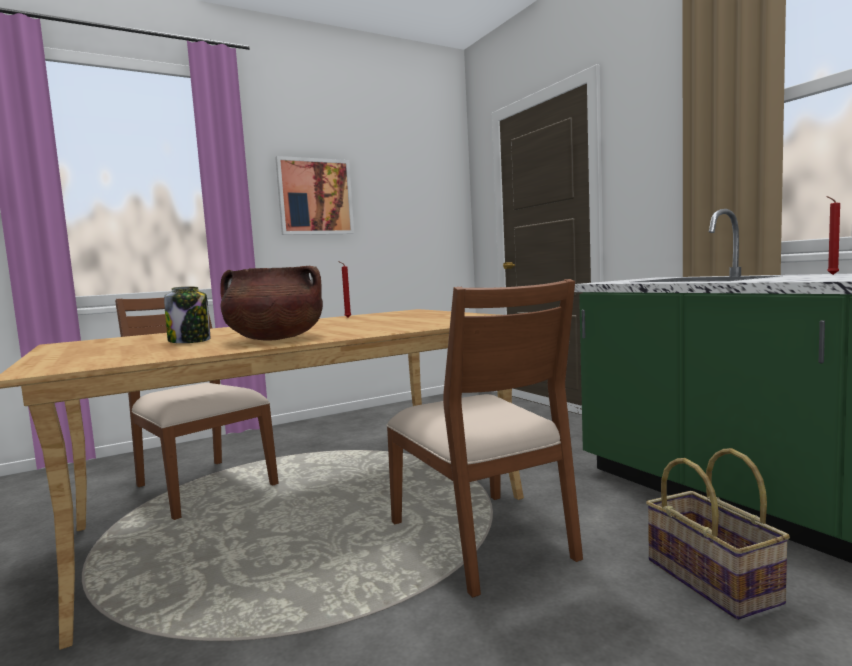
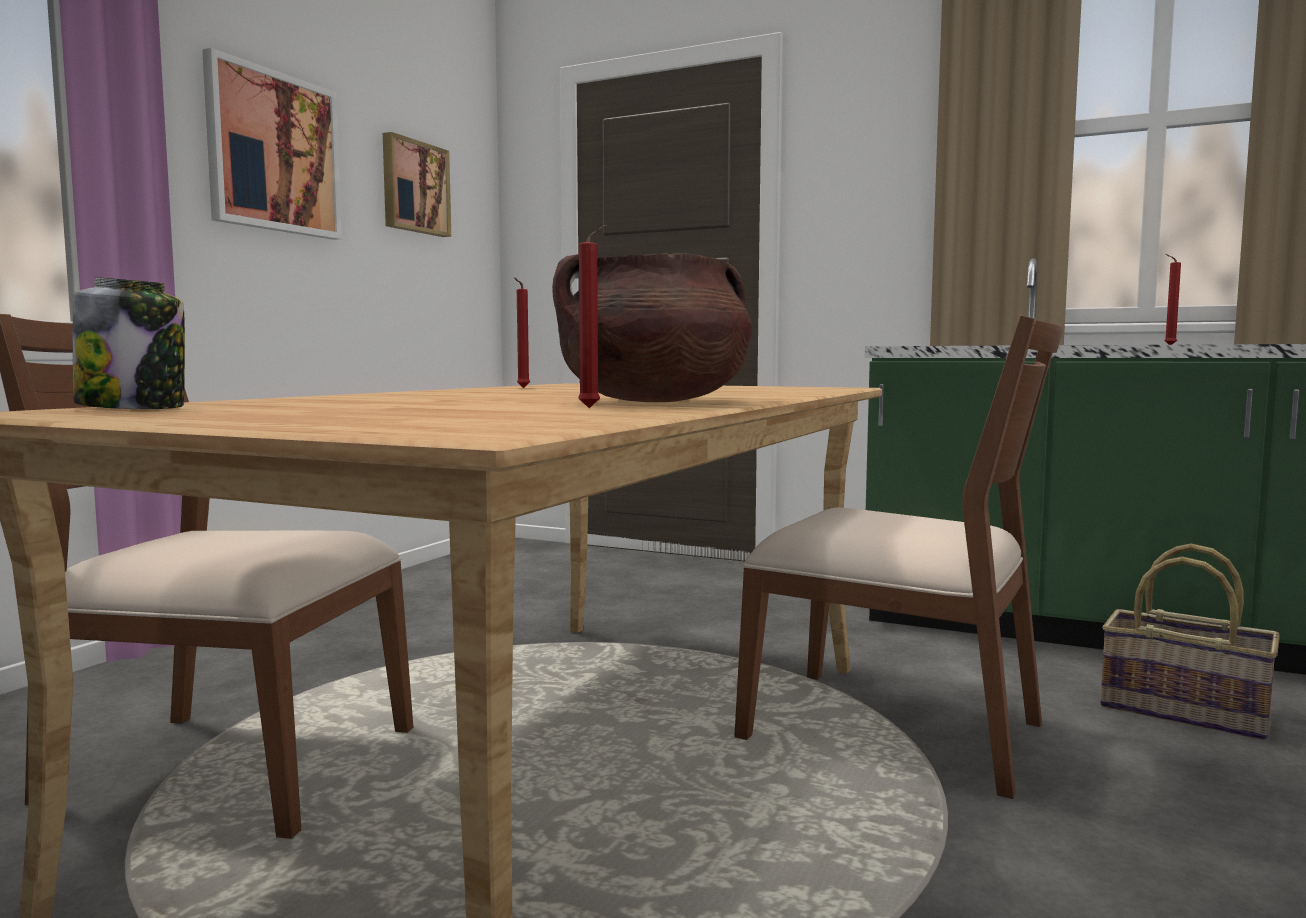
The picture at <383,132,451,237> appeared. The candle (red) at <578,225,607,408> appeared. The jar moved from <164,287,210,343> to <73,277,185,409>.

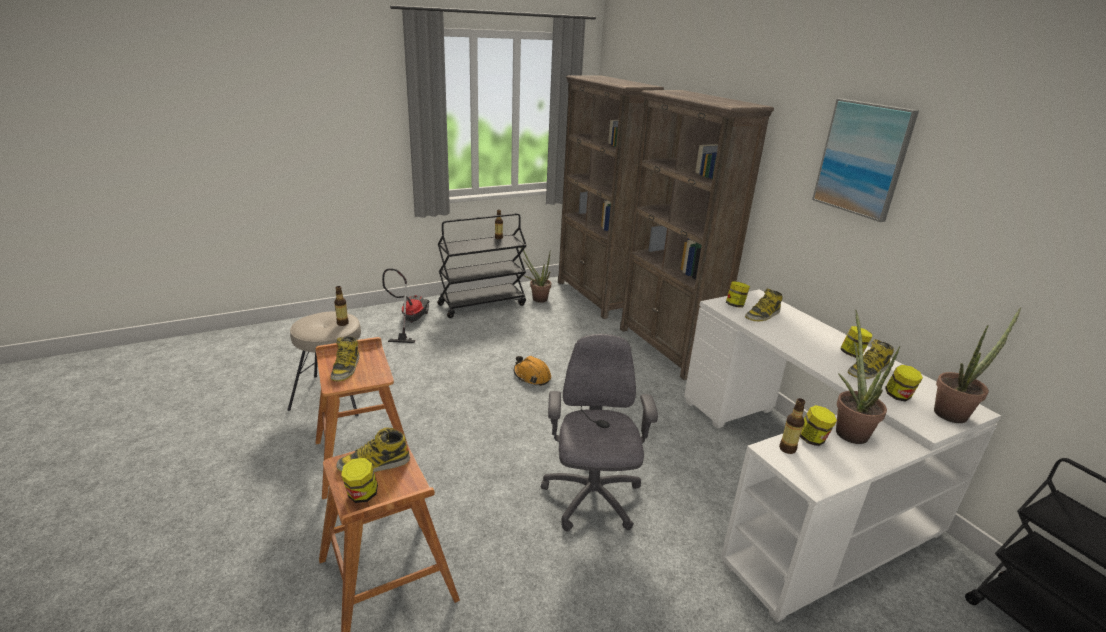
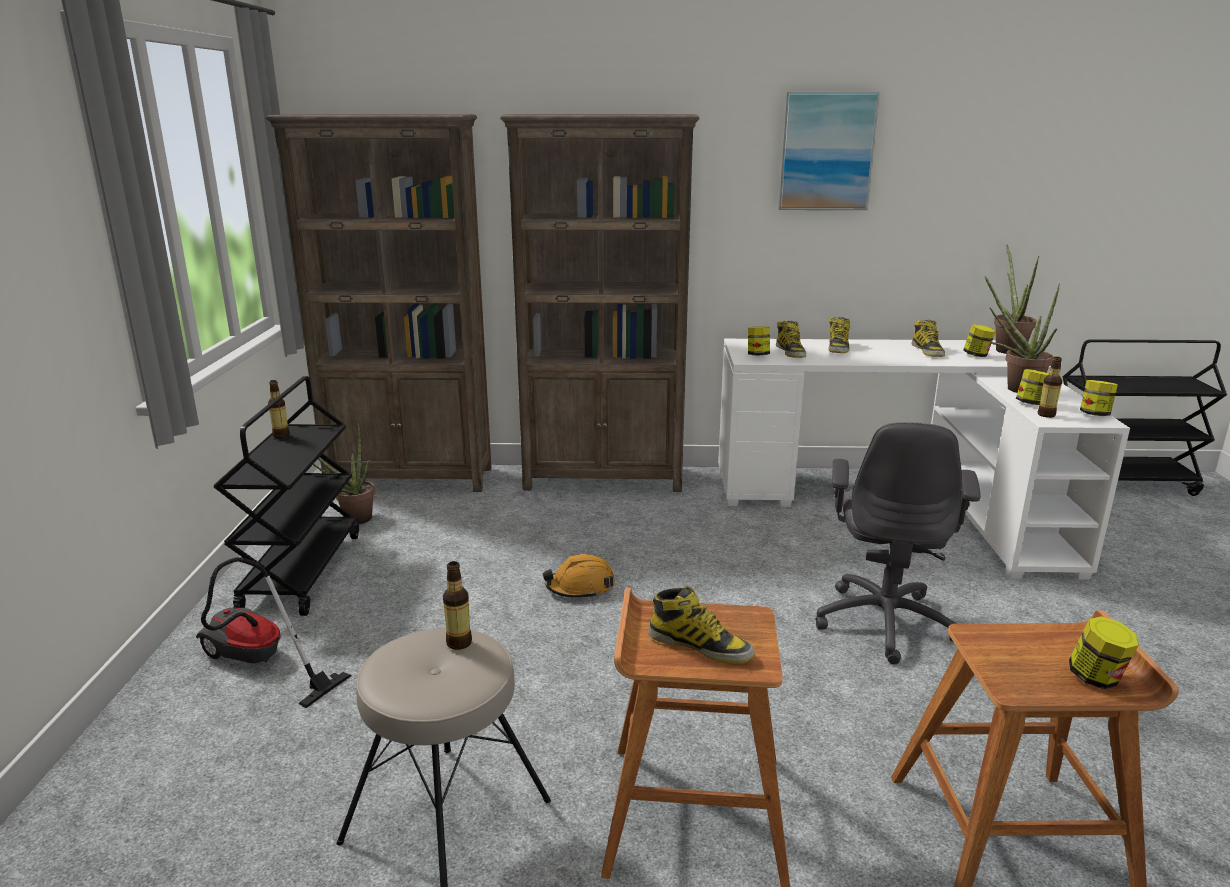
The boot moved from <336,428,410,472> to <828,317,850,353>. The jar moved from <840,326,872,358> to <1080,380,1118,416>. The office chair (grey) at <541,334,658,531> turned 105 degrees counterclockwise.

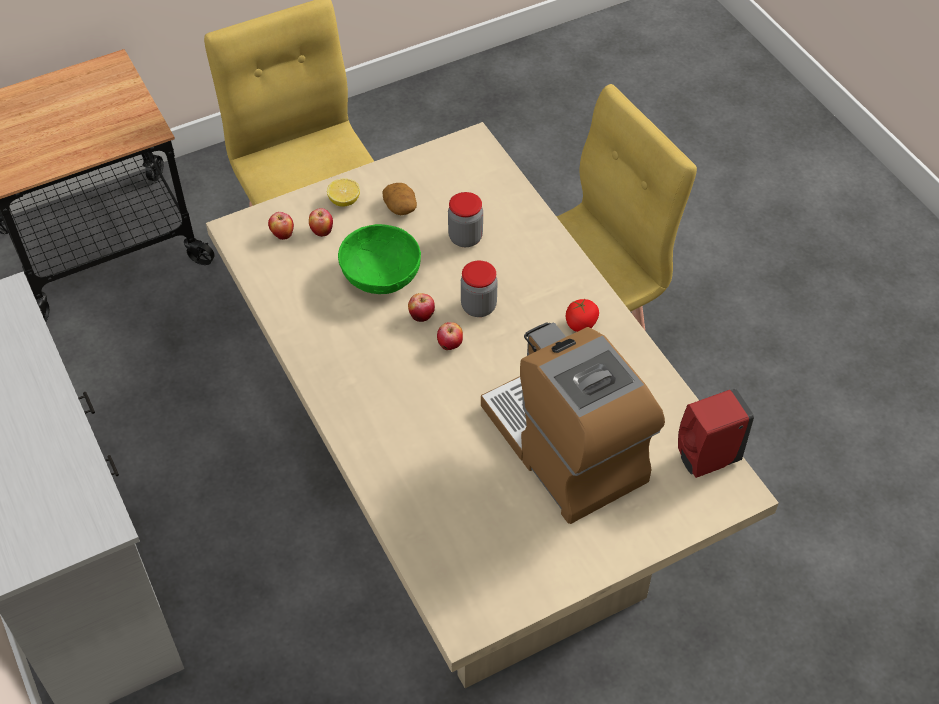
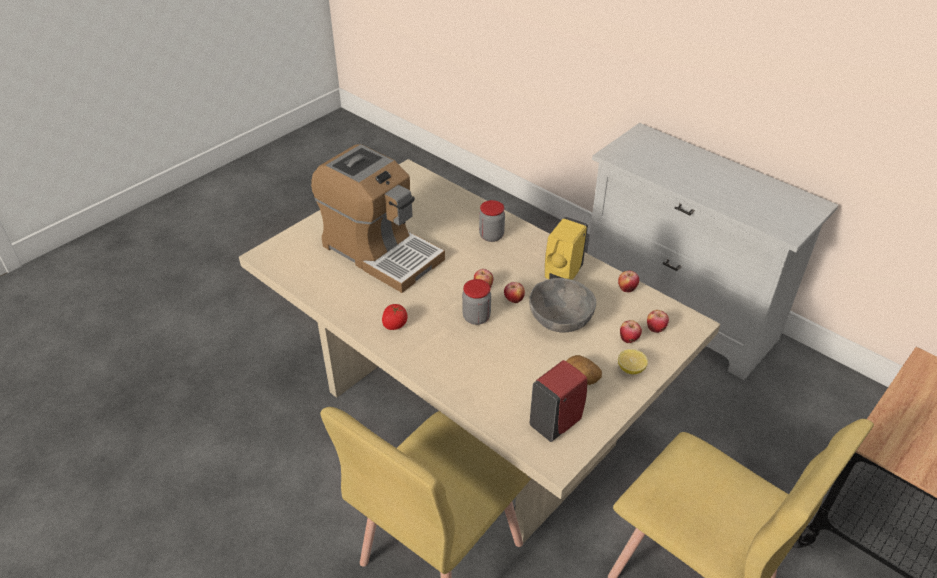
The soap dispenser (yellow) at <545,217,588,280> appeared. The apple at <618,271,639,292> appeared. The jar moved from <448,192,483,247> to <479,200,505,242>. The soap dispenser (red) moved from <678,389,754,478> to <530,360,587,442>. The bowl (green) at <338,224,421,294> became the bowl (grey) at <529,278,596,333>.

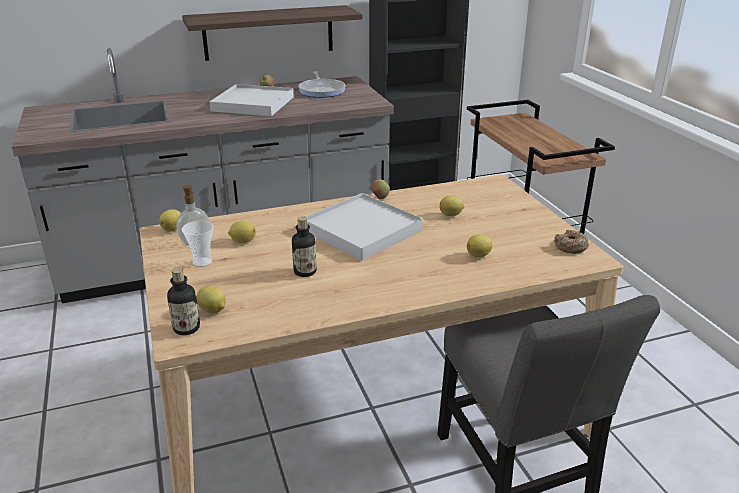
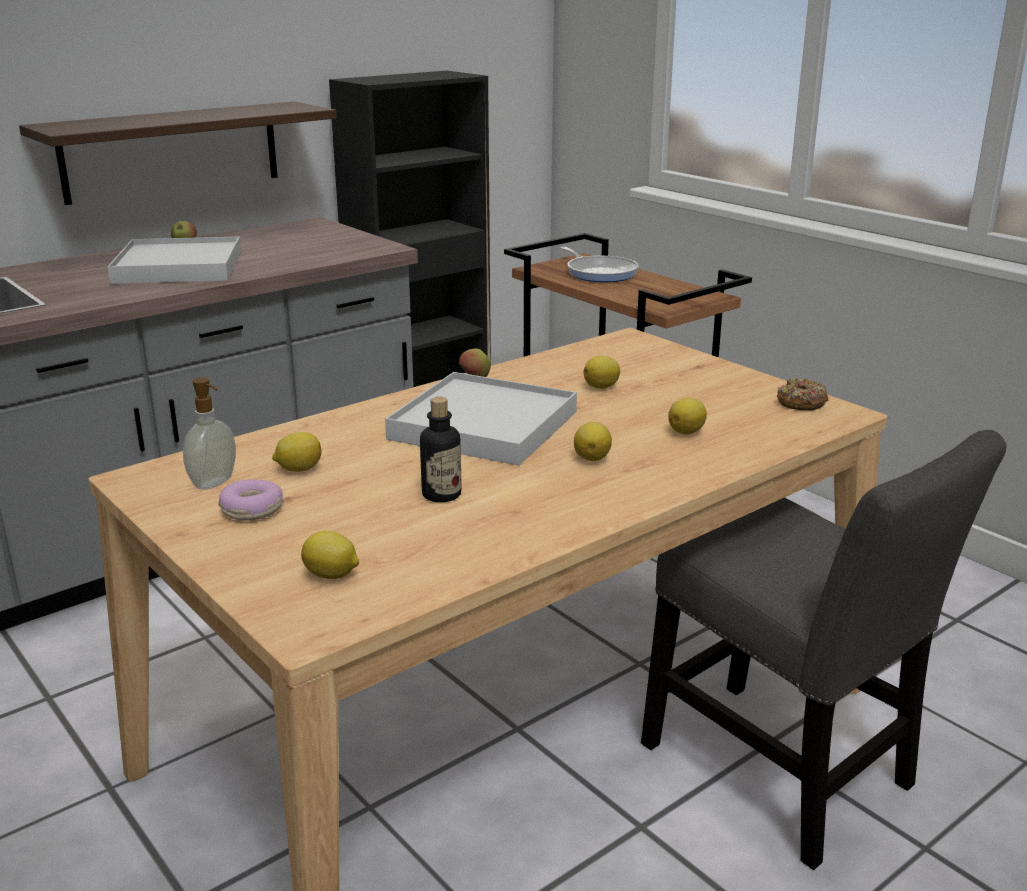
The bottle at <167,267,200,335> disappeared. The lemon moved from <159,209,181,232> to <574,422,612,461>. The frying pan moved from <298,71,346,98> to <561,247,639,282>. The cup at <182,221,214,267> was replaced by the donut at <219,479,283,520>.

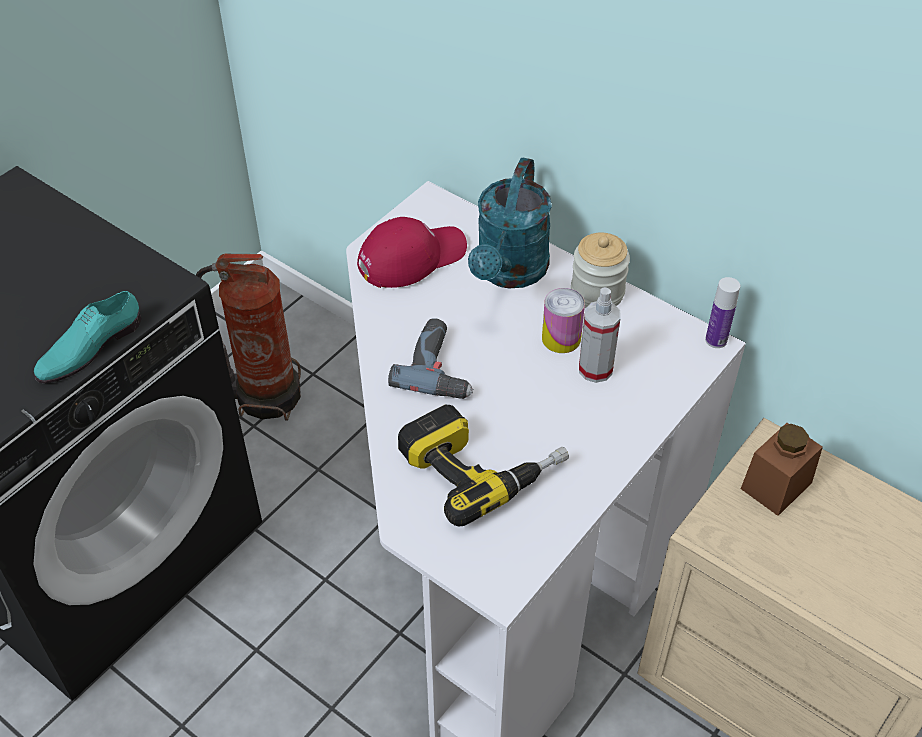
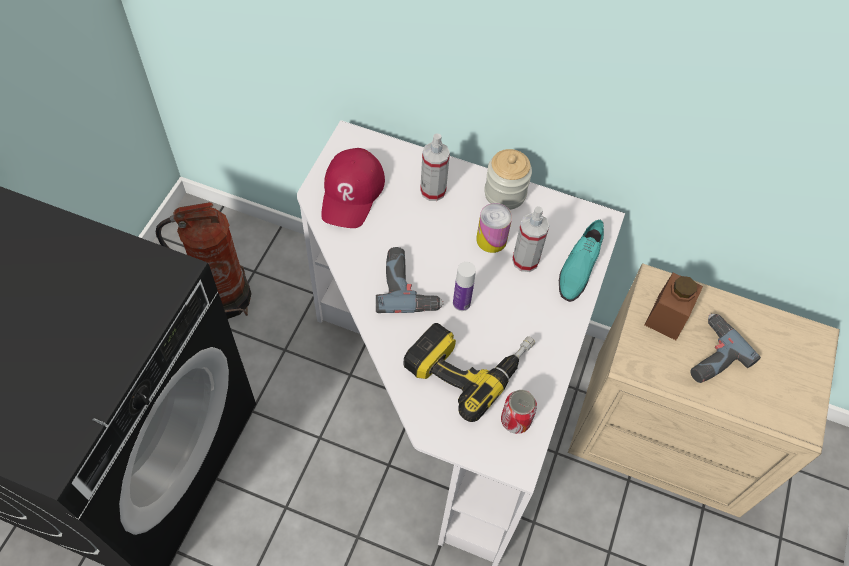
The can at <501,390,537,434> appeared. The power drill at <691,314,761,383> appeared. The shoe (turquoise) moved from <34,291,142,384> to <559,220,604,302>. The bottle moved from <705,277,740,348> to <453,262,476,311>. The watering can (turquoise) at <468,158,552,289> was replaced by the spray bottle at <420,134,450,201>. The cap (red) at <357,217,467,288> turned 150 degrees clockwise.

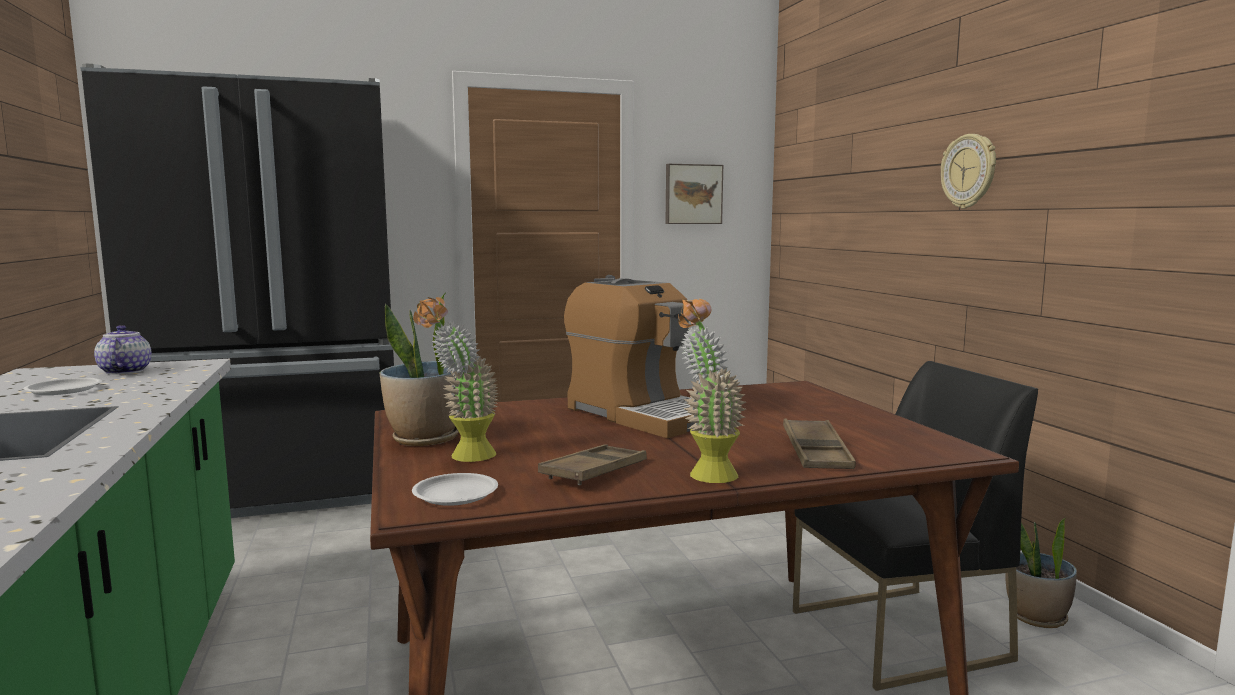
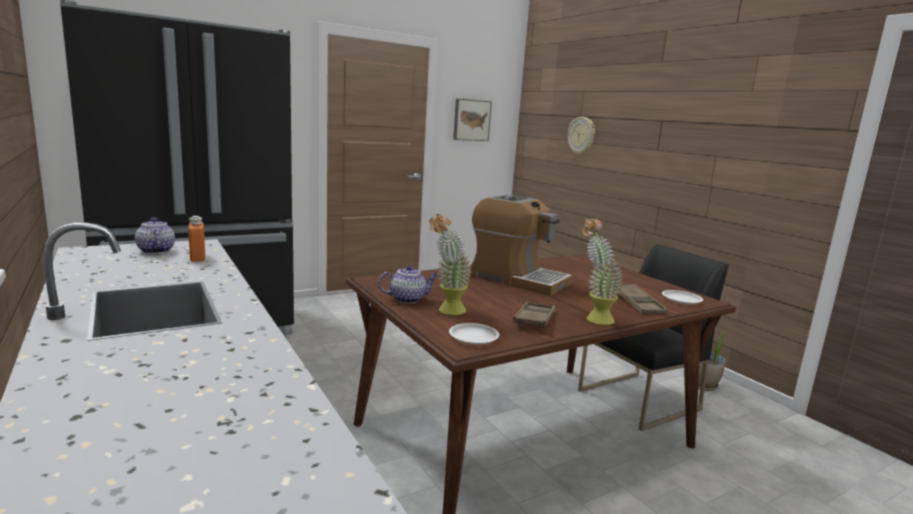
The bottle (orange) at <188,216,205,262> appeared. The plate (white) moved from <23,378,102,395> to <662,290,703,304>. The wall clock moved from <941,134,996,209> to <568,117,595,154>. The potted plant at <380,292,459,446> was replaced by the teapot at <378,265,438,303>.

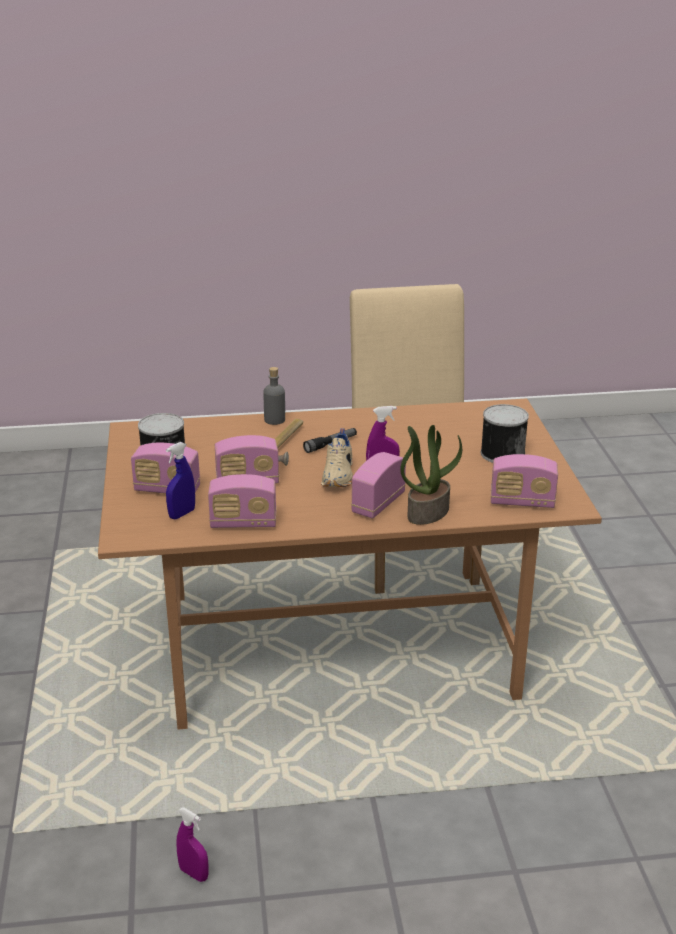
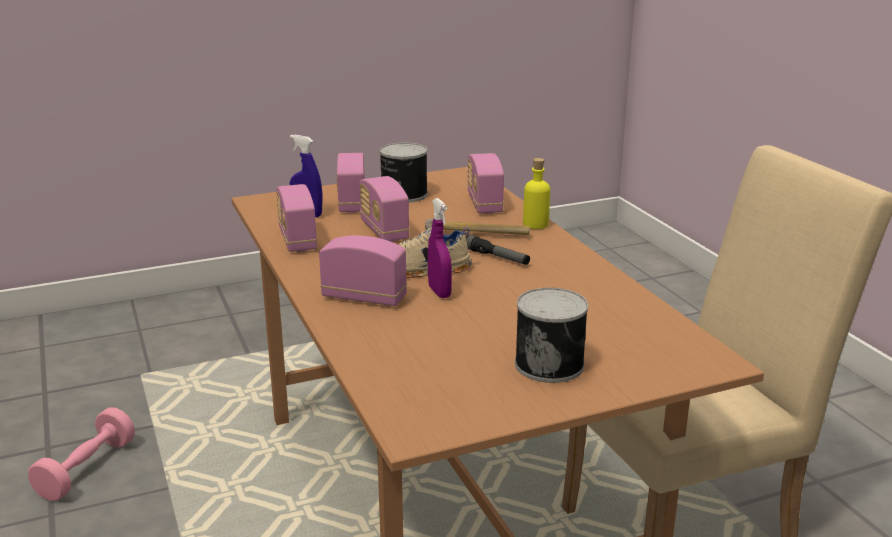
The potted plant at <400,425,462,525> disappeared. The radio moved from <491,454,558,508> to <467,153,504,214>. The spray bottle (purple) at <176,808,208,882> was replaced by the dumbbell (pink) at <28,407,135,501>. The bottle (grey) at <264,367,285,425> became the bottle (yellow) at <523,158,550,229>.

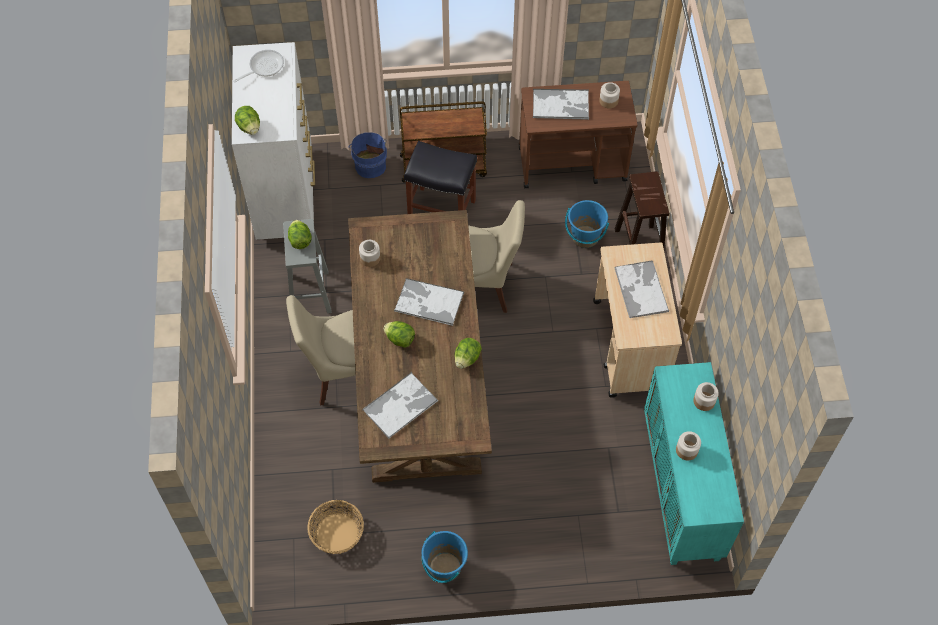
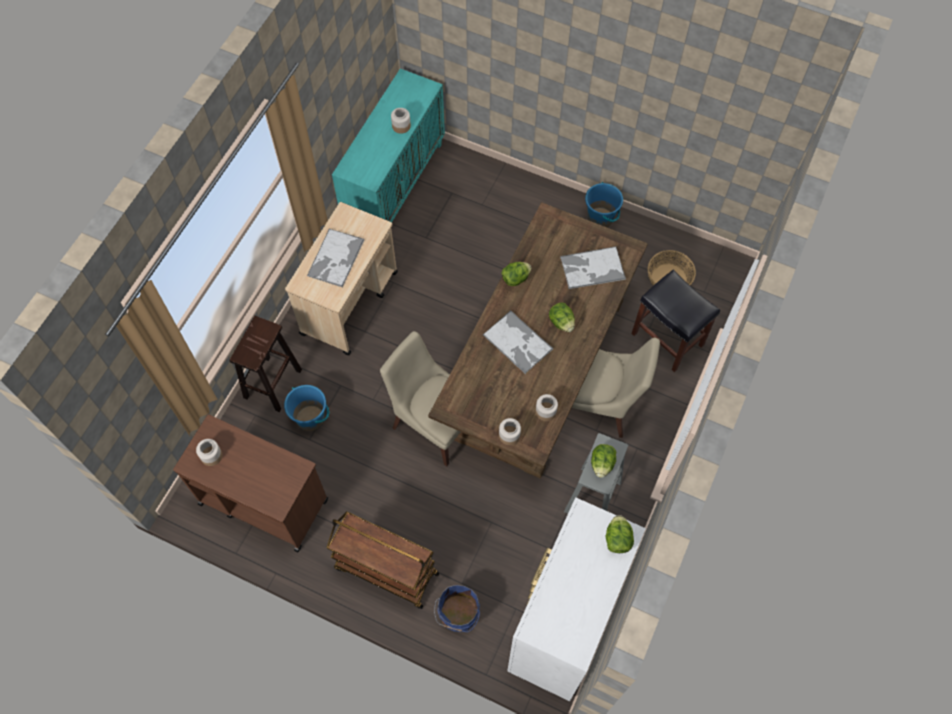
The frying pan at <233,50,284,83> disappeared. The tray at <533,88,589,120> disappeared. The stool (black) moved from <404,141,477,214> to <631,270,720,372>. The jar moved from <693,382,719,411> to <499,418,521,445>.

